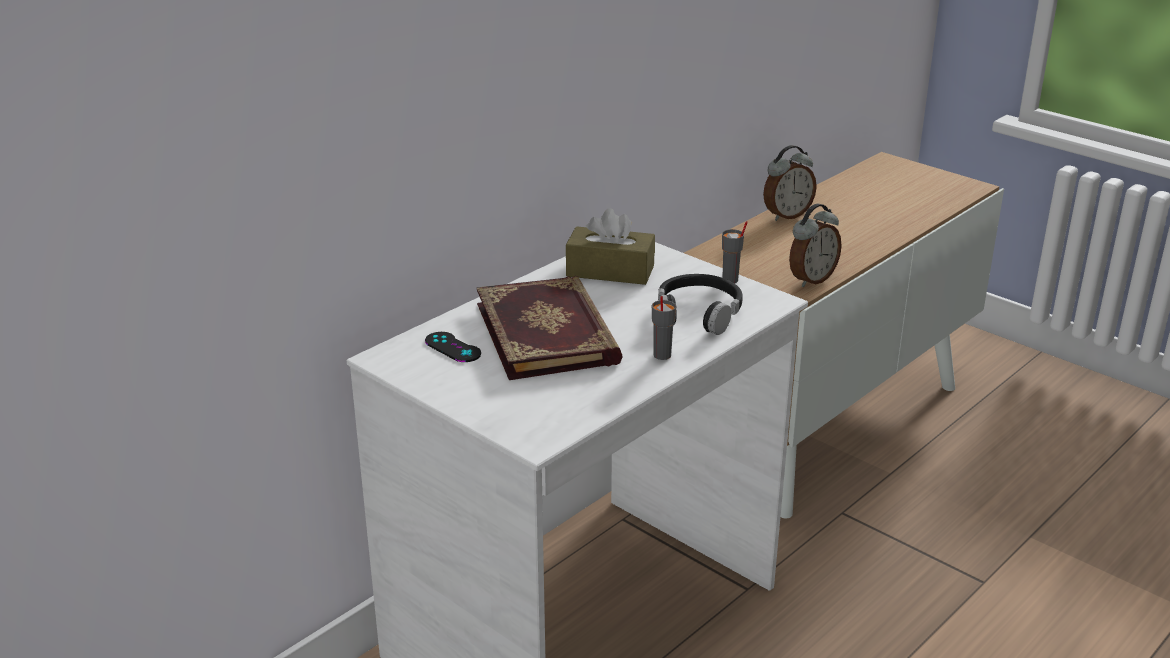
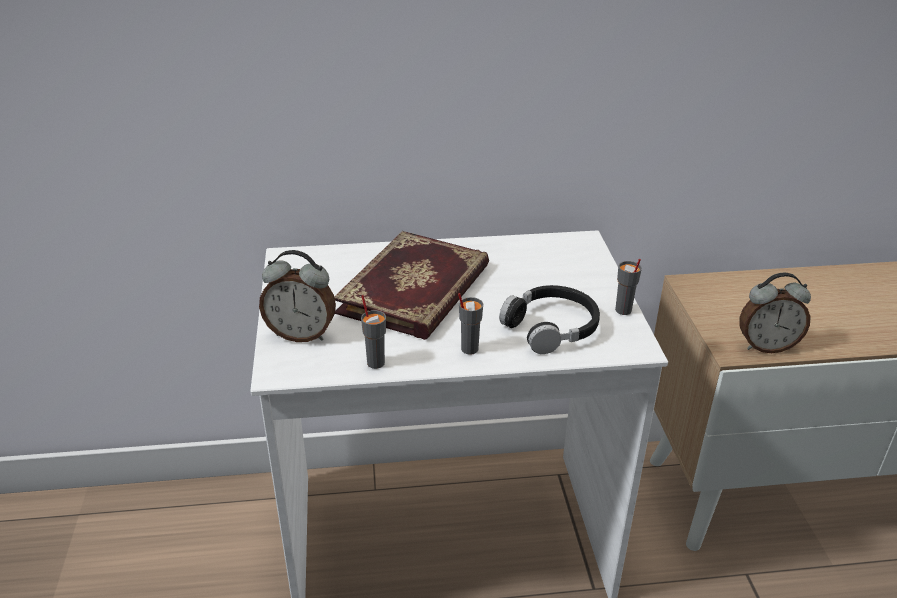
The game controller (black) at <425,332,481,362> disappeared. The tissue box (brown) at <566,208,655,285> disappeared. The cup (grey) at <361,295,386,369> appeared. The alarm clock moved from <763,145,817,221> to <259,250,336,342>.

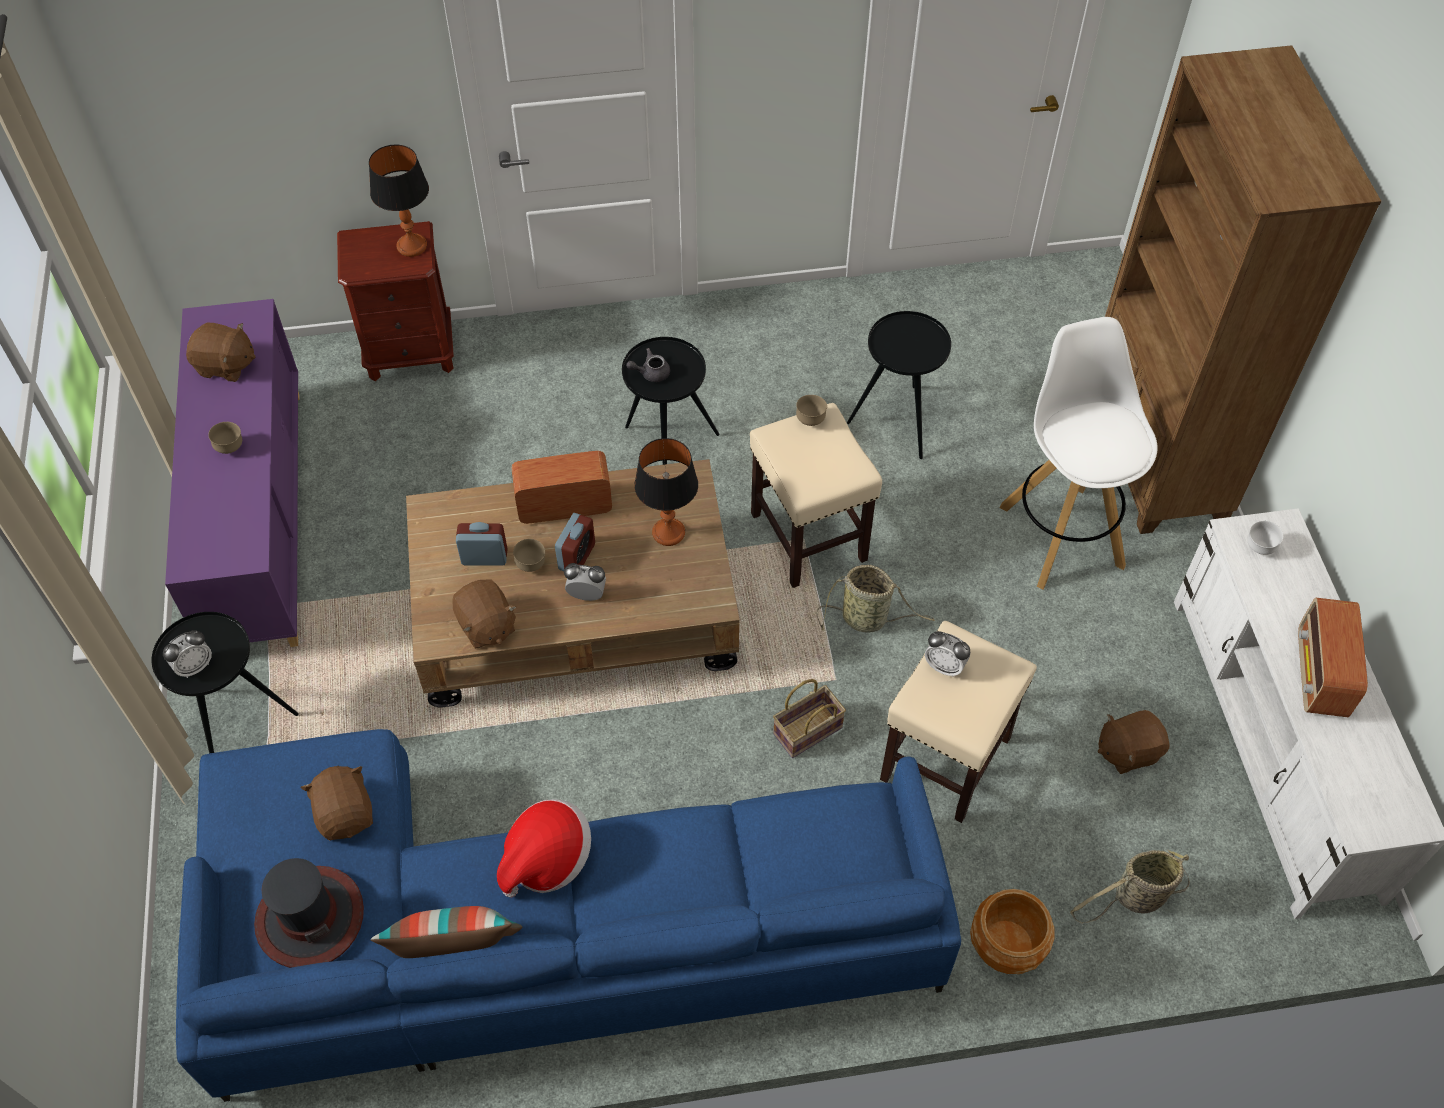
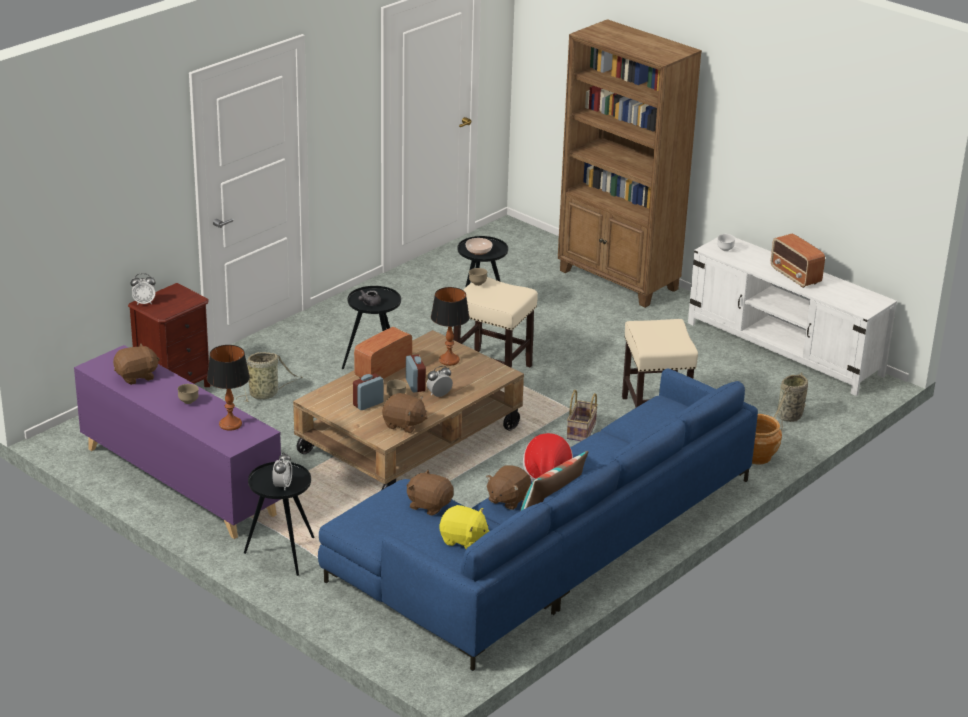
The stool (white) at <999,317,1158,590> disappeared. The bowl at <466,238,492,255> appeared. The table lamp moved from <369,145,429,257> to <207,345,250,431>. The basket moved from <817,565,935,632> to <236,352,303,402>. The alarm clock moved from <925,631,970,677> to <130,273,156,305>. The plush toy (brown) moved from <1098,710,1170,774> to <486,466,531,510>. The hat at <254,858,364,968> was replaced by the plush toy (yellow) at <439,505,489,549>.

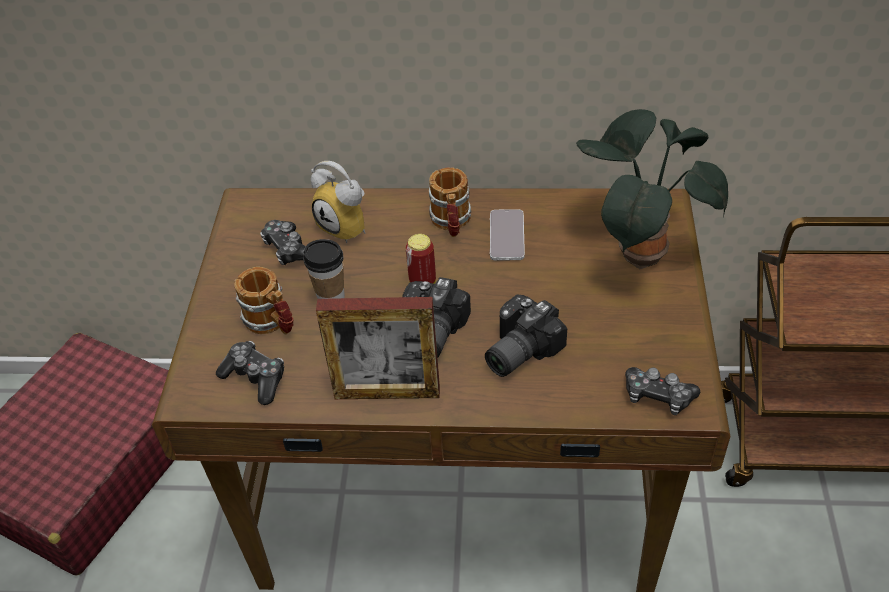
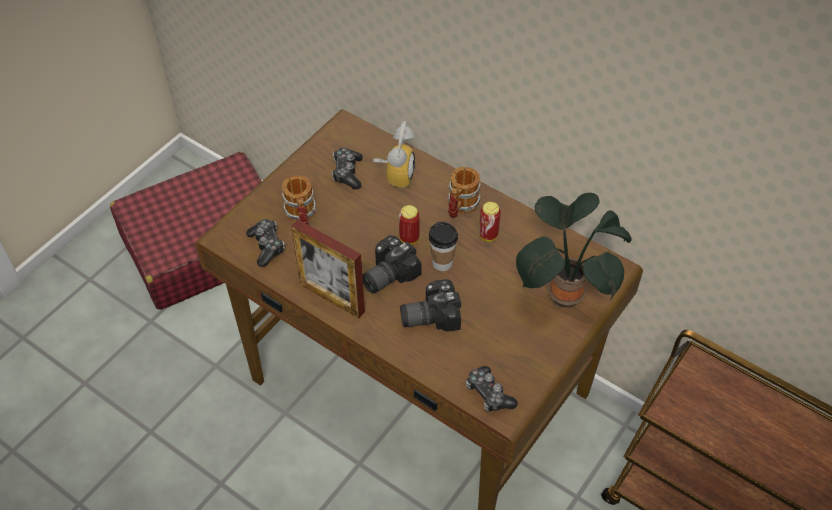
The cup moved from <303,239,345,299> to <429,222,458,271>. The phone at <490,209,525,260> was replaced by the can at <479,202,501,241>. The alarm clock at <311,161,366,243> turned 150 degrees counterclockwise.

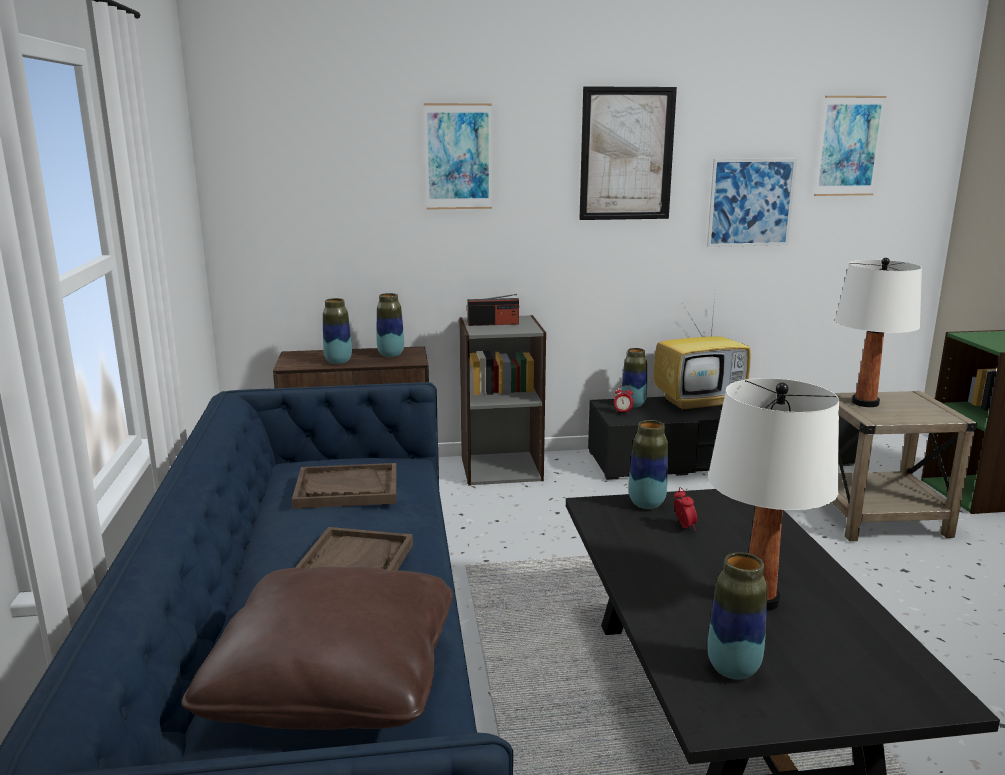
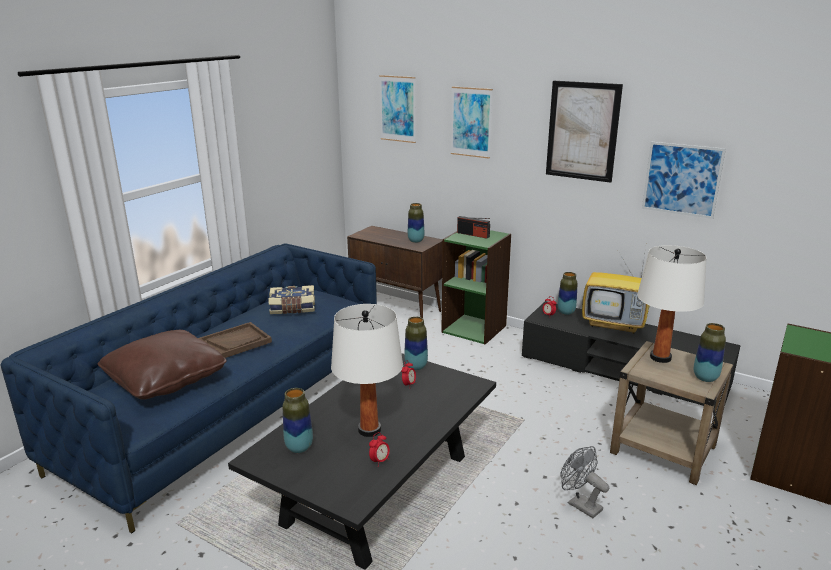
The alarm clock at <369,432,390,467> appeared. The fan (grey) at <560,446,609,518> appeared. The vase moved from <323,298,352,364> to <694,323,726,382>. The picture moved from <814,96,886,196> to <379,75,416,143>. The tray (brown) at <292,463,397,509> was replaced by the book at <268,285,315,314>. The bookcase (grey) at <459,315,546,486> became the bookcase (green) at <441,230,511,345>.

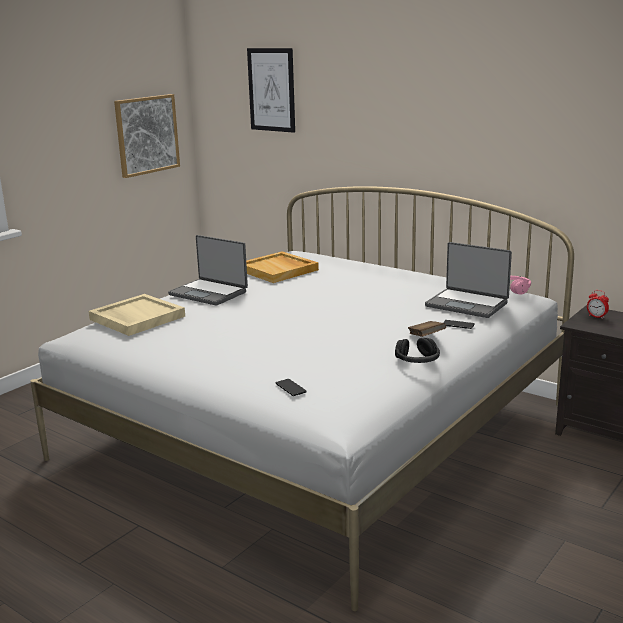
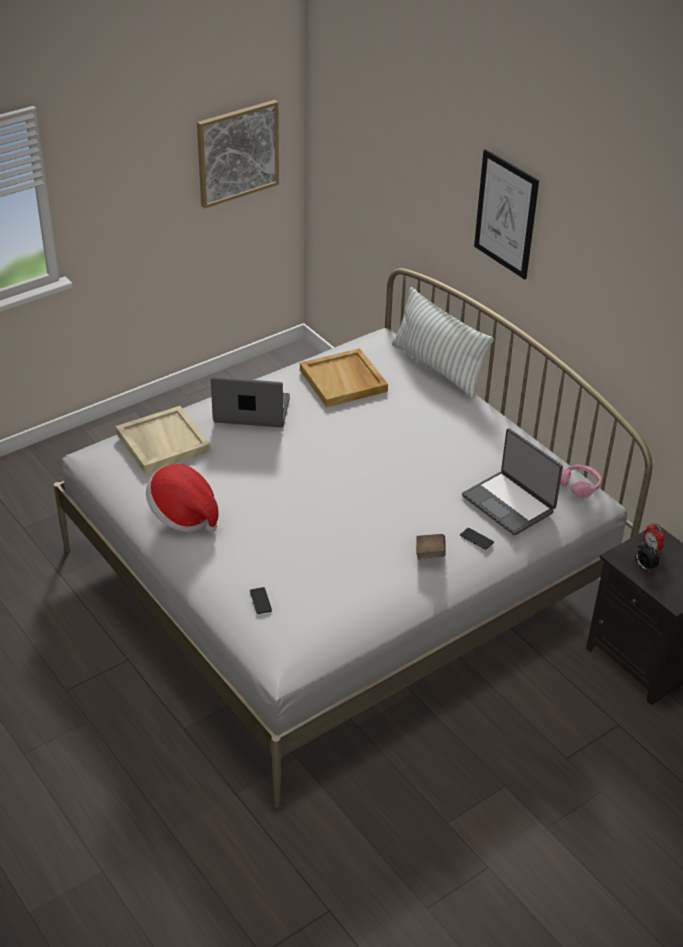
The headphones (black) at <395,338,440,363> disappeared. The hat at <146,464,219,532> appeared. The pillow at <392,287,494,398> appeared. The alarm clock at <635,541,660,572> appeared. The picture moved from <247,48,295,133> to <474,149,539,280>. The laptop at <168,235,248,305> turned 135 degrees clockwise.

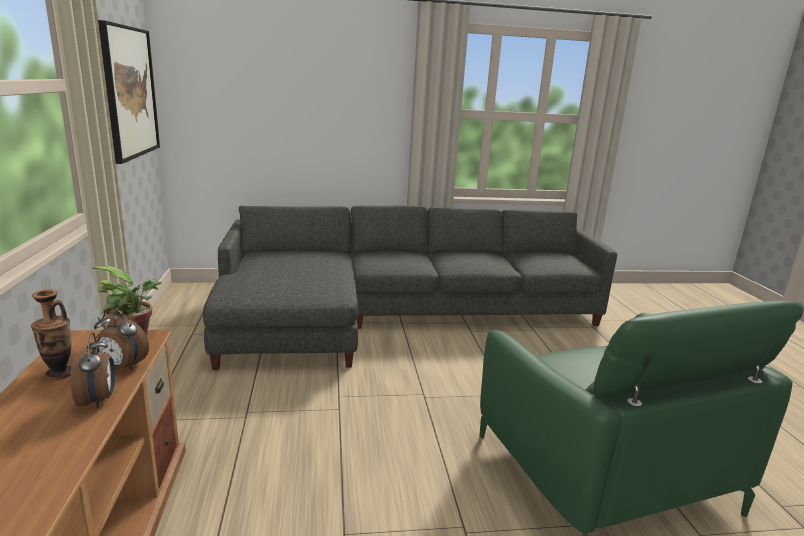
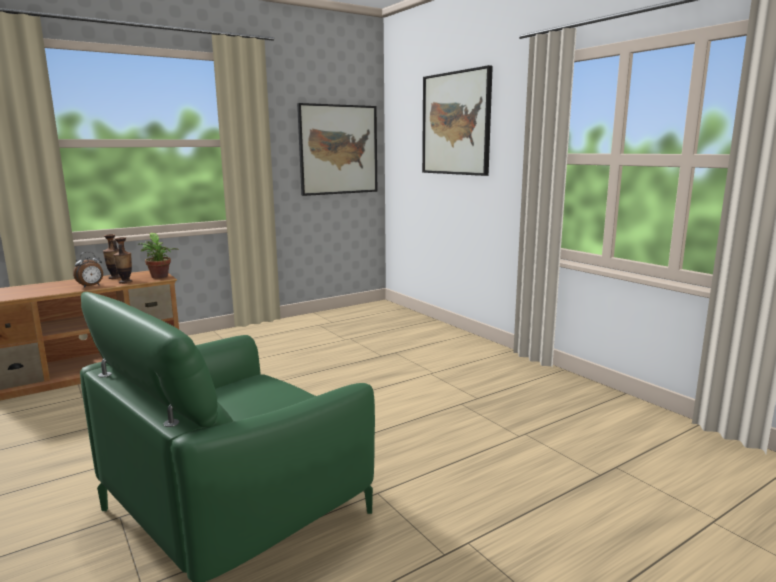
The sofa (grey) at <203,205,617,370> disappeared. The picture at <422,65,493,176> appeared. The alarm clock at <94,308,149,371> was replaced by the vase at <113,237,133,284>.

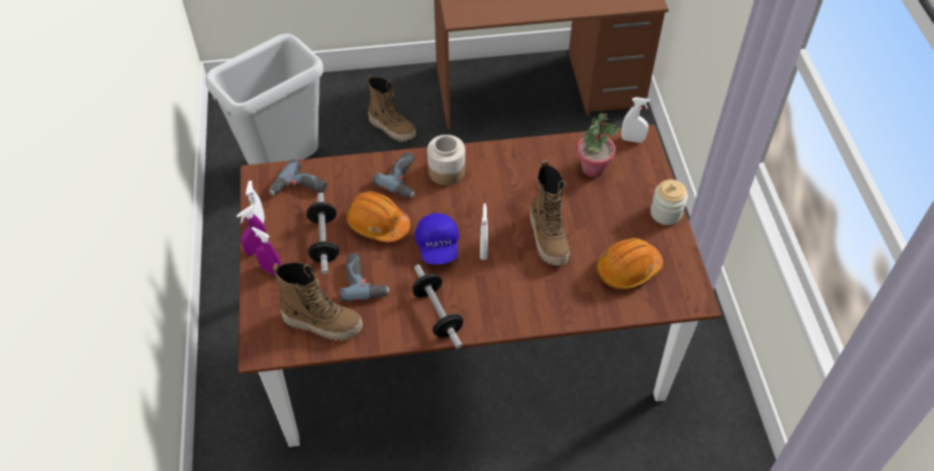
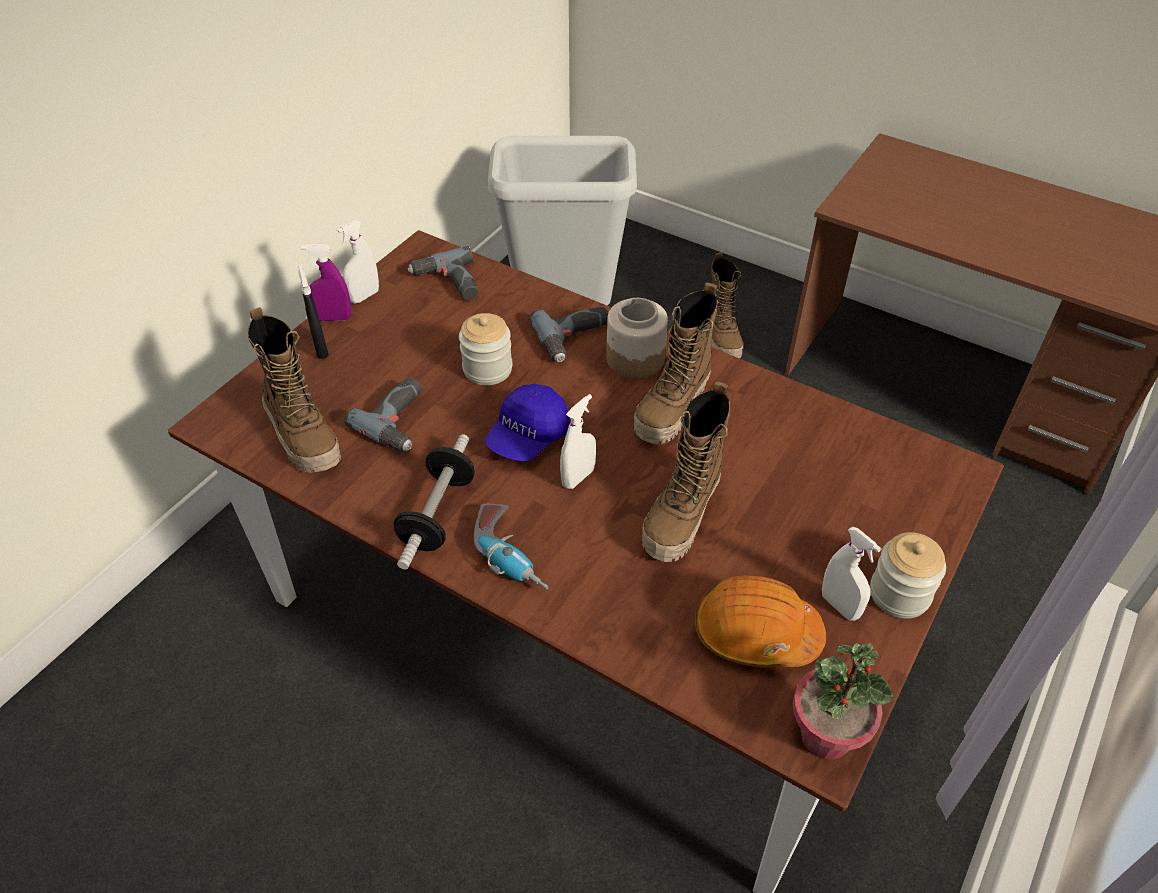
The dumbbell at <307,193,339,274> disappeared. The power drill at <474,504,549,590> appeared. The boot at <633,282,718,444> appeared. The potted plant moved from <577,112,620,177> to <793,643,893,760>. The spray bottle (white) moved from <621,97,651,143> to <822,527,881,621>. The hard hat (orange) at <346,191,411,243> was replaced by the jar at <459,313,512,385>. The spray bottle (purple) at <252,227,282,276> became the spray bottle (black) at <298,265,329,359>.

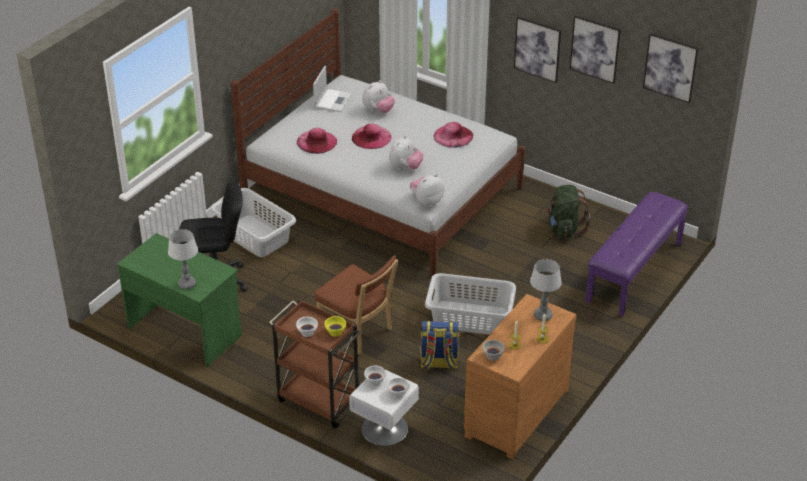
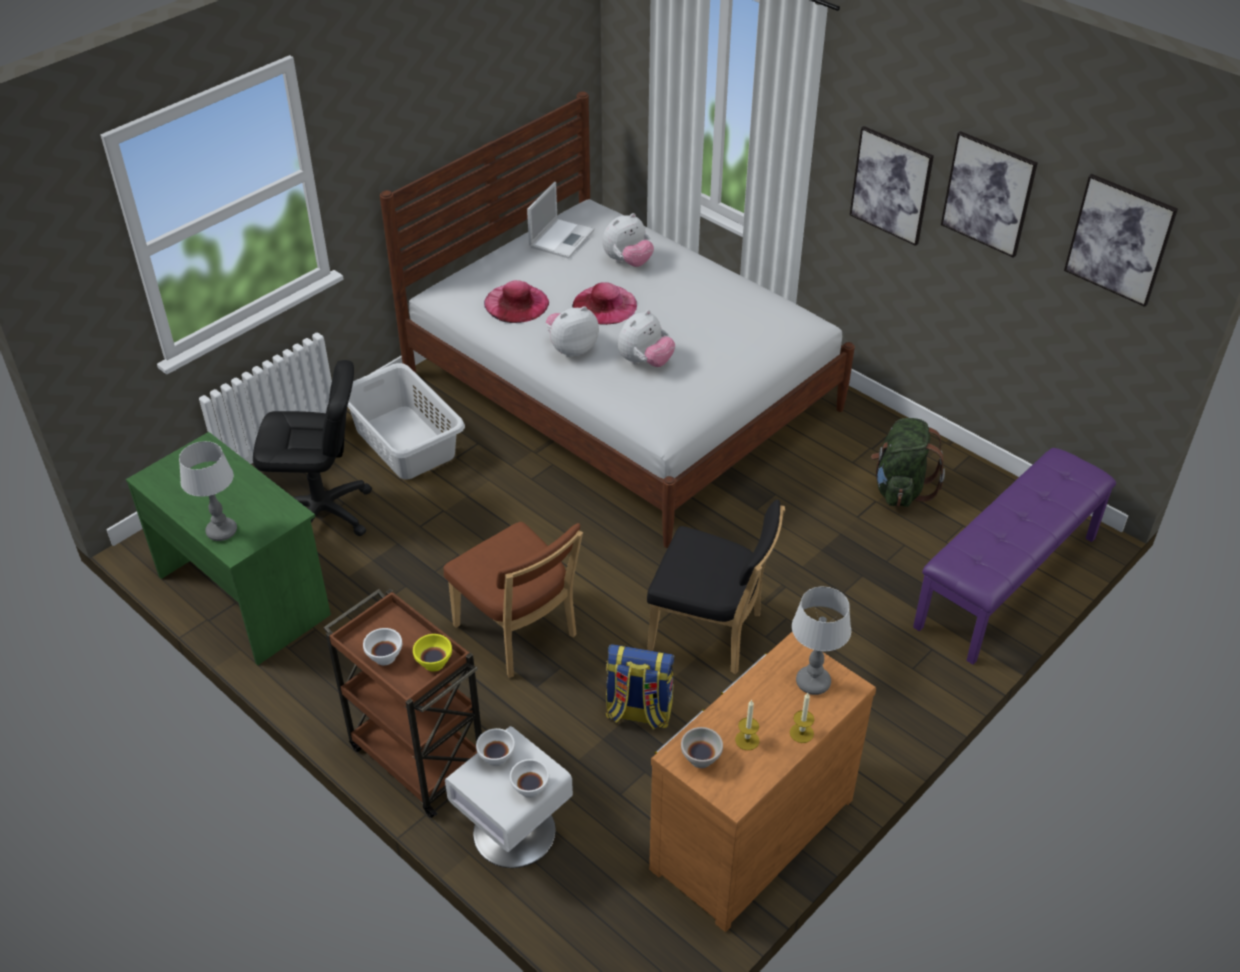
The hat (pink) at <434,122,473,148> disappeared. The plush toy moved from <410,174,445,207> to <546,306,599,357>. The laundry basket (grey) at <425,273,516,335> was replaced by the chair (black) at <647,499,785,674>.

